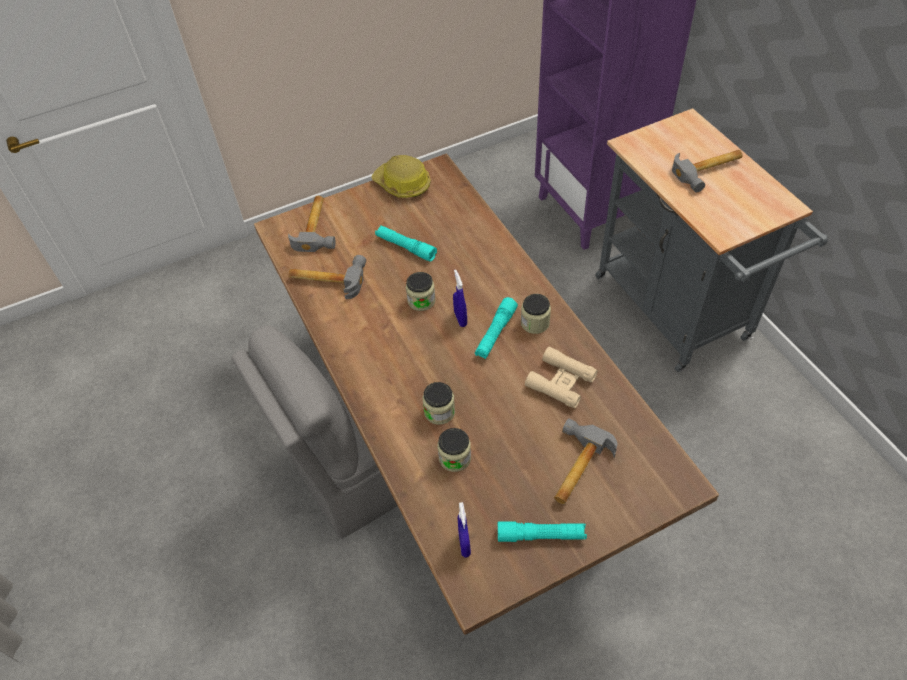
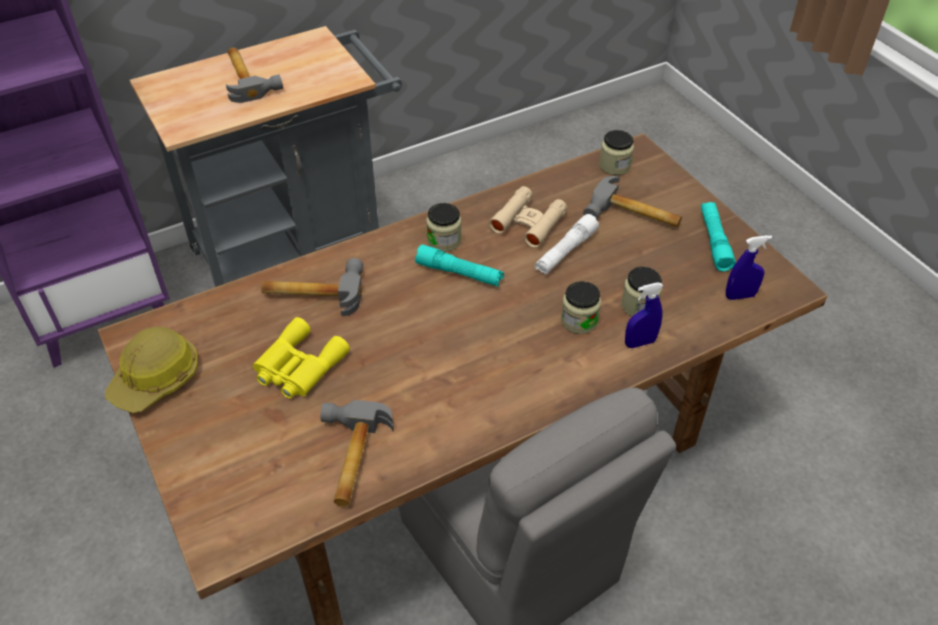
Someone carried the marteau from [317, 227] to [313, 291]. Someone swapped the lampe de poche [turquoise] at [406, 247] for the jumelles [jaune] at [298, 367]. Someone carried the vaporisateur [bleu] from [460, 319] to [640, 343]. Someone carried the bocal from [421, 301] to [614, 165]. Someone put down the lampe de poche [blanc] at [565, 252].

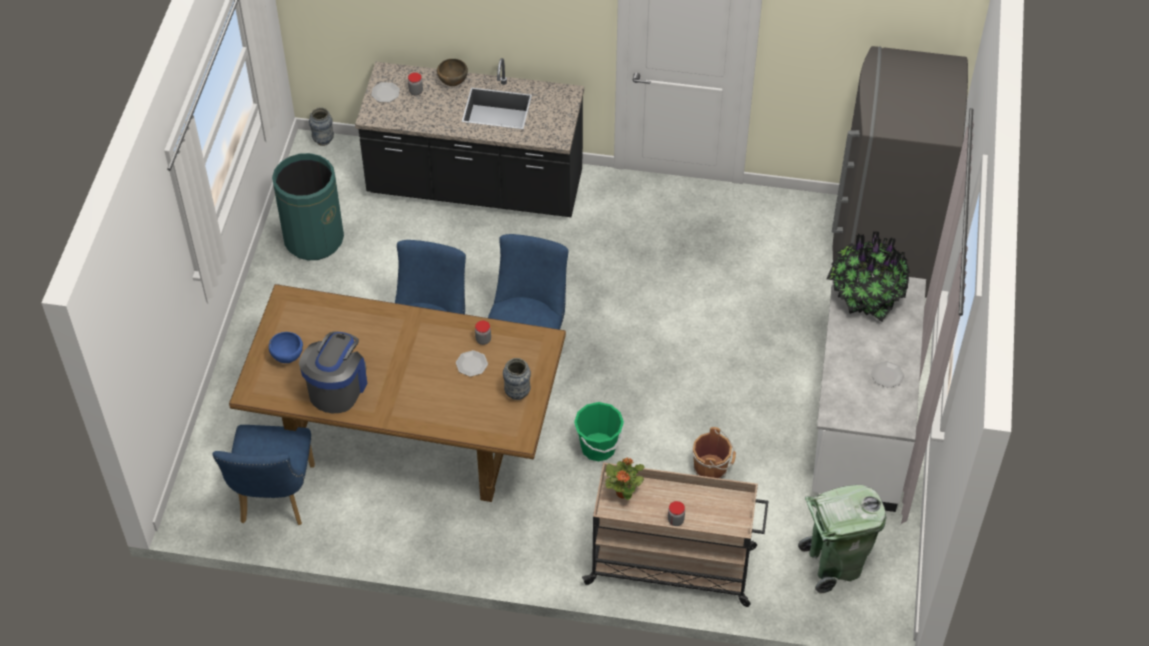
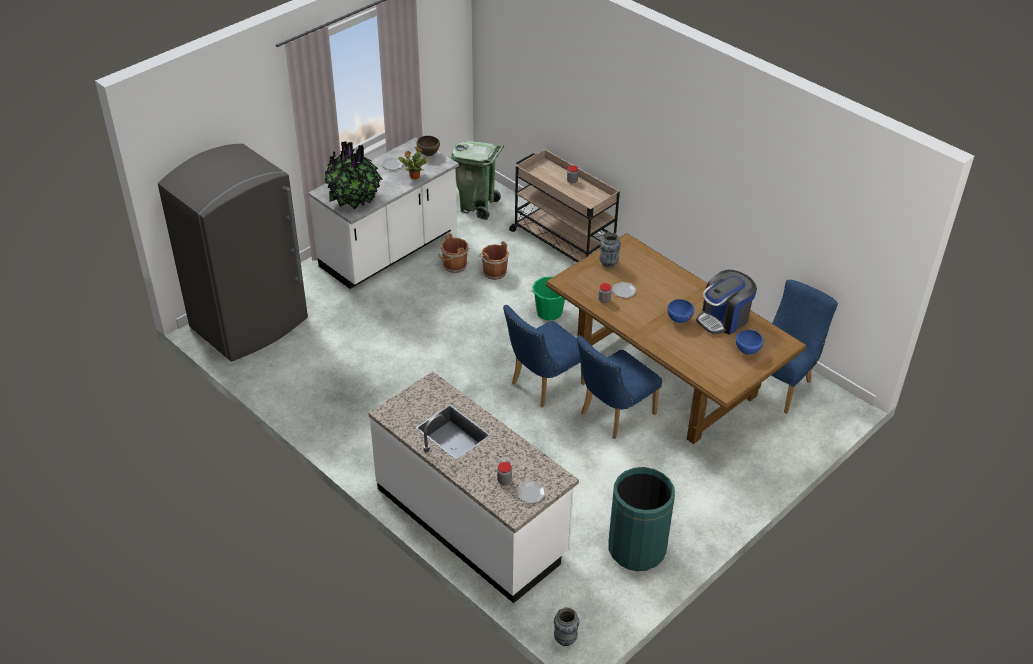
Someone repainted the comptoir de cuisine [noir] at [475, 186], which became the comptoir de cuisine [blanc] at [472, 521]. Someone carried the bol [marron] from [452, 83] to [428, 154]. Someone carried the plante en pot from [623, 492] to [414, 177]. Someone put down the seau [marron] at [454, 266]. Someone put down the bol [bleu] at [679, 320].

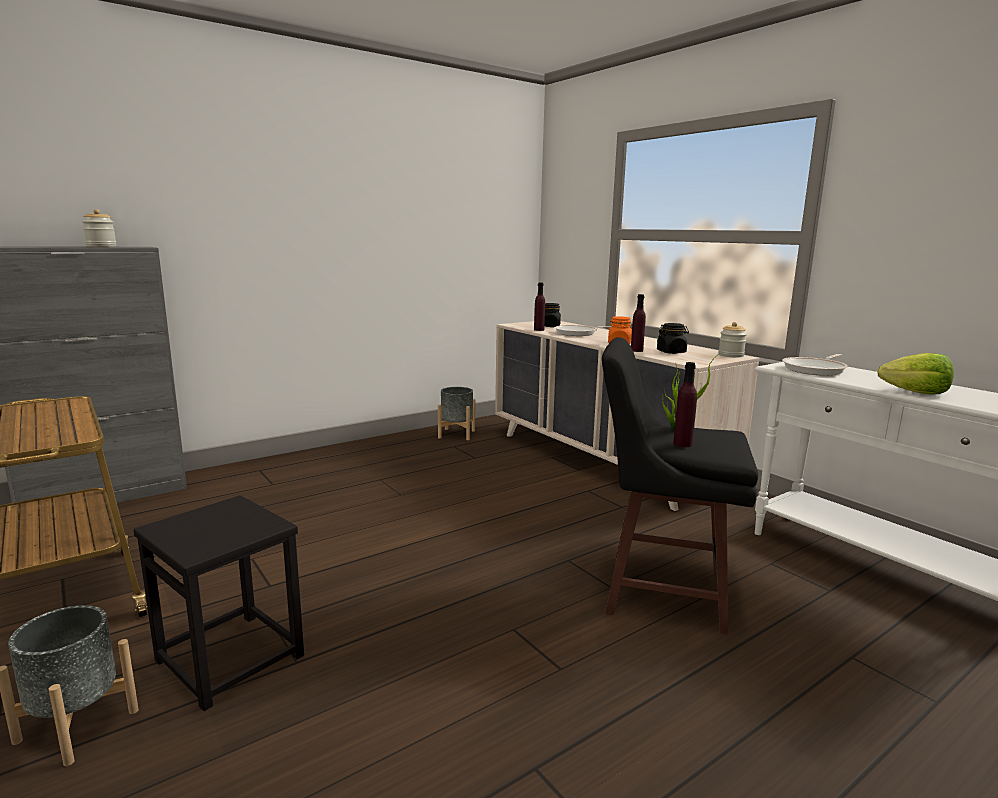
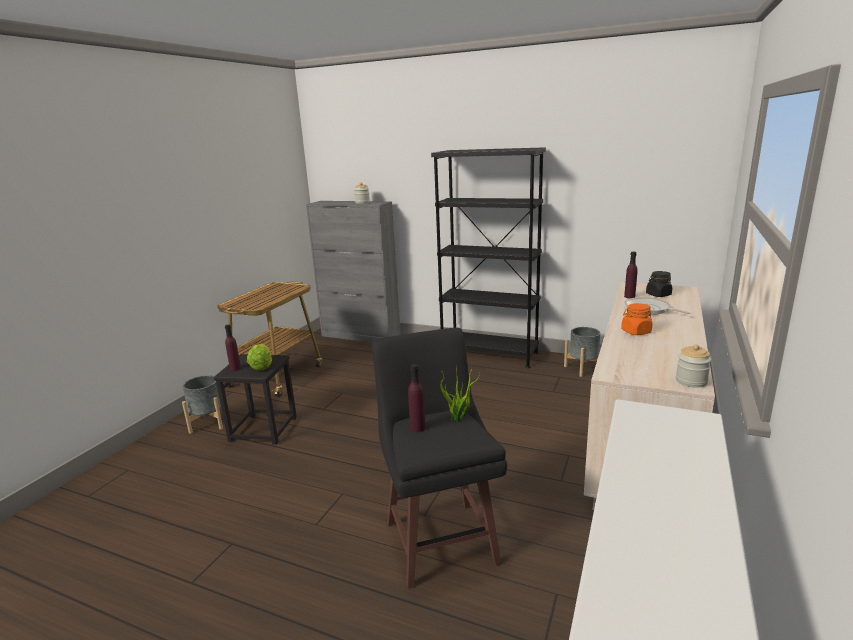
Someone carried the bouteille [violet] from [636, 350] to [235, 368]. Someone took away the bocal [noir] at [671, 352]. Someone carried the laitue from [916, 393] to [262, 366]. Someone took away the poêle at [816, 369]. Someone put down the bibliothèque [noir] at [489, 354].

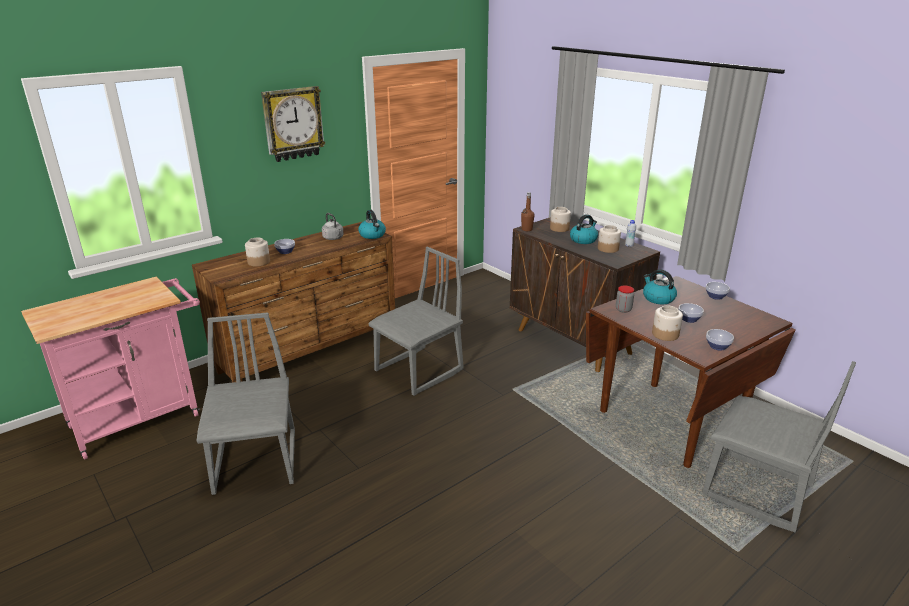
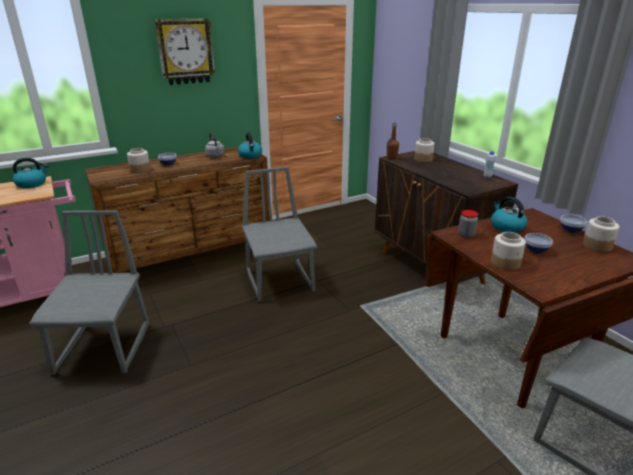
Someone carried the bouilloire from [583, 240] to [32, 184]. Someone carried the bocal from [607, 249] to [596, 246]. Someone rotated the chaise [gris] at [419, 371] by 75 degrees counterclockwise. Someone took away the bol at [718, 347].

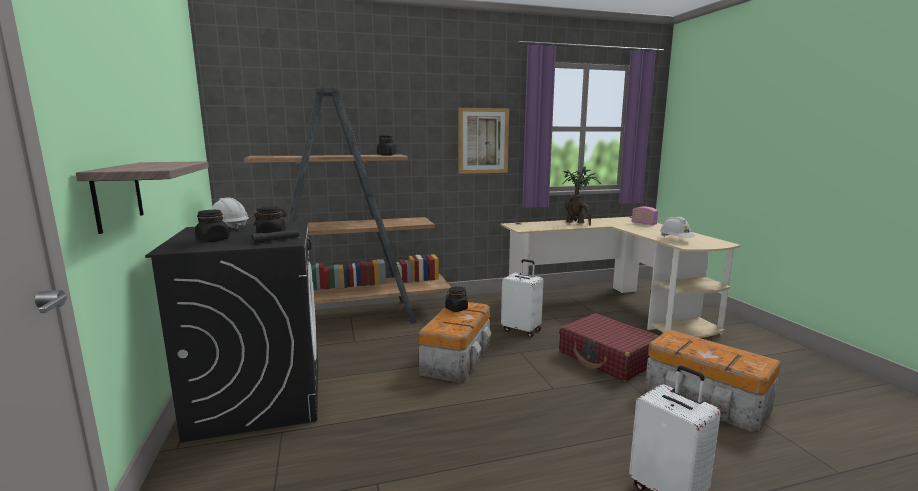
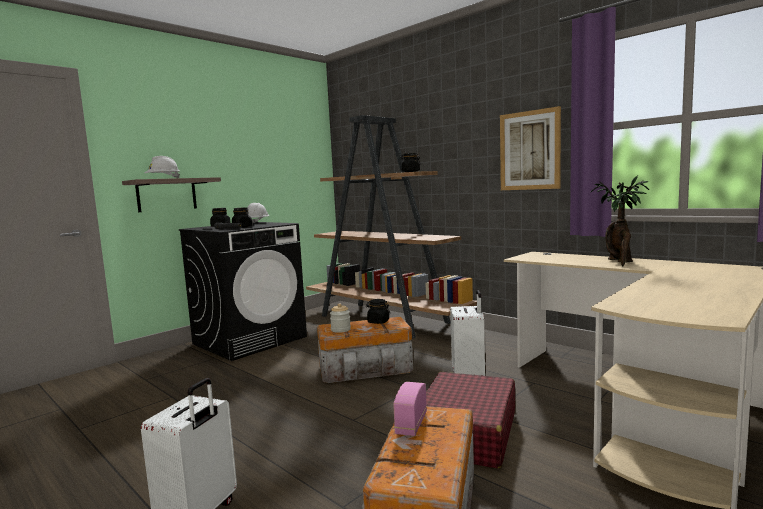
Someone carried the radio from [643, 224] to [411, 424]. Someone carried the casque de chantier [blanc] from [675, 240] to [163, 179]. Someone put down the bocal at [340, 329].

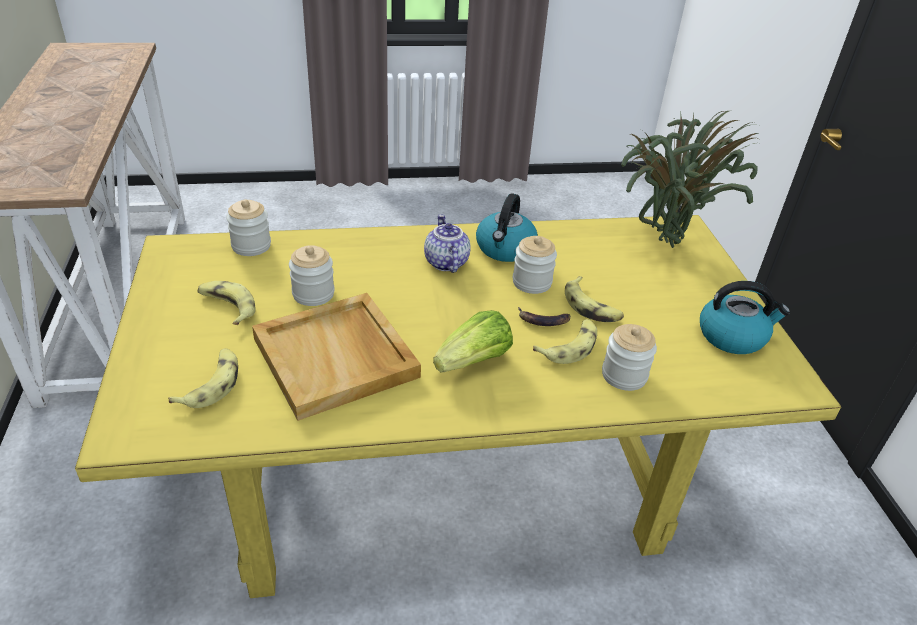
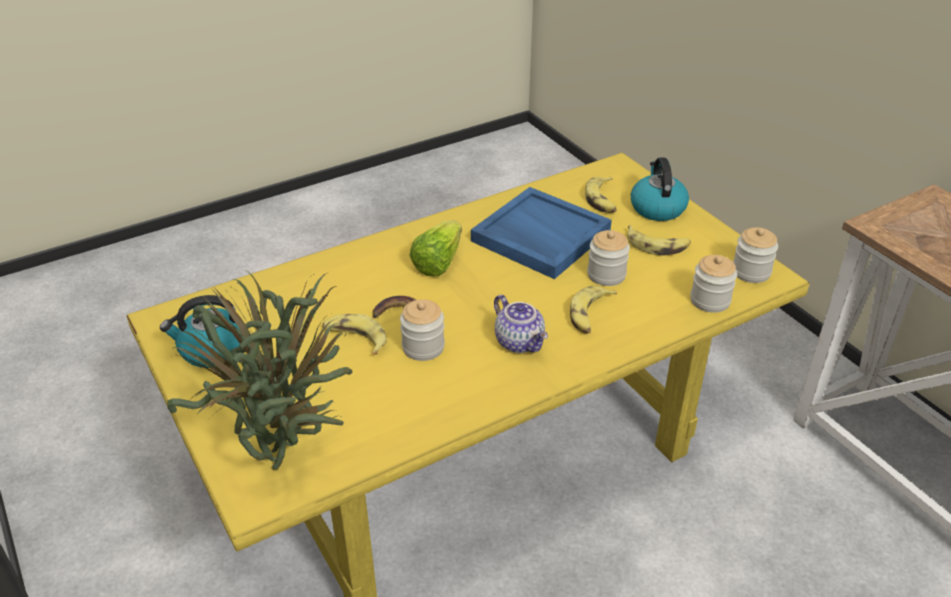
Someone carried the bouilloire from [505, 249] to [657, 208]. Someone repainted the plateau [beige] at [337, 358], which became the plateau [bleu] at [539, 236]. Someone carried the banane from [569, 347] to [590, 315]. Someone carried the bocal from [624, 375] to [751, 272].

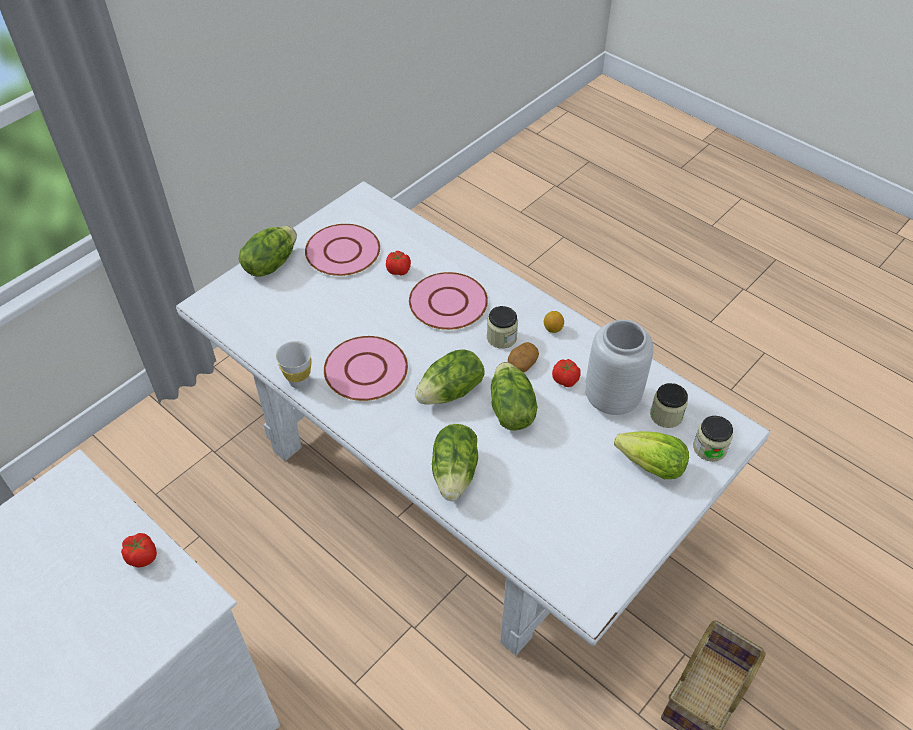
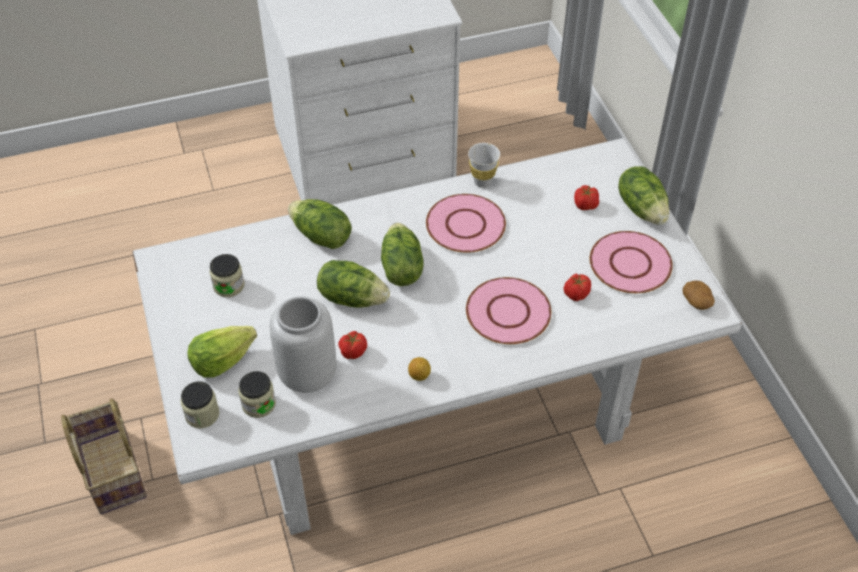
Someone carried the bocal from [501, 337] to [229, 286]. Someone carried the pomme de terre from [522, 363] to [697, 301]. Someone carried the tomate from [142, 556] to [586, 205].

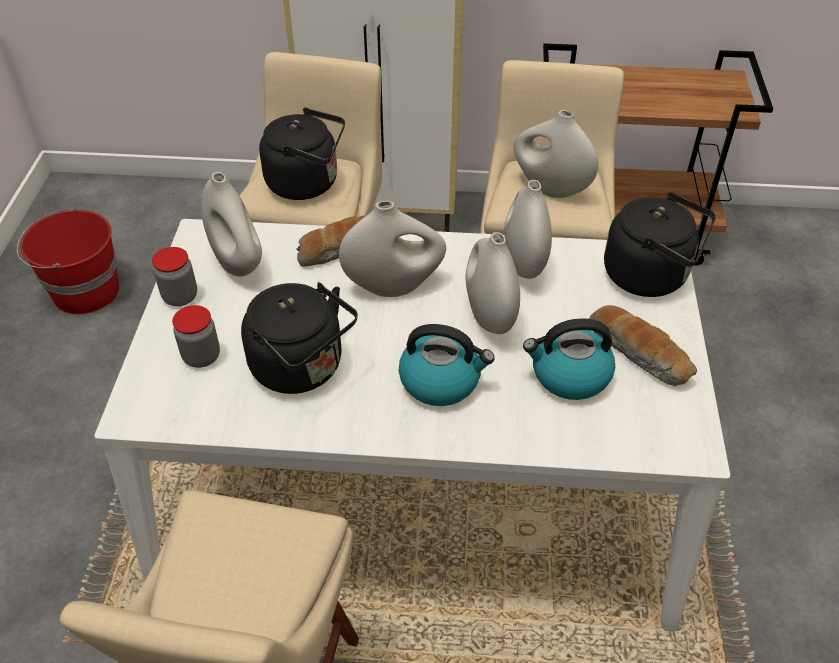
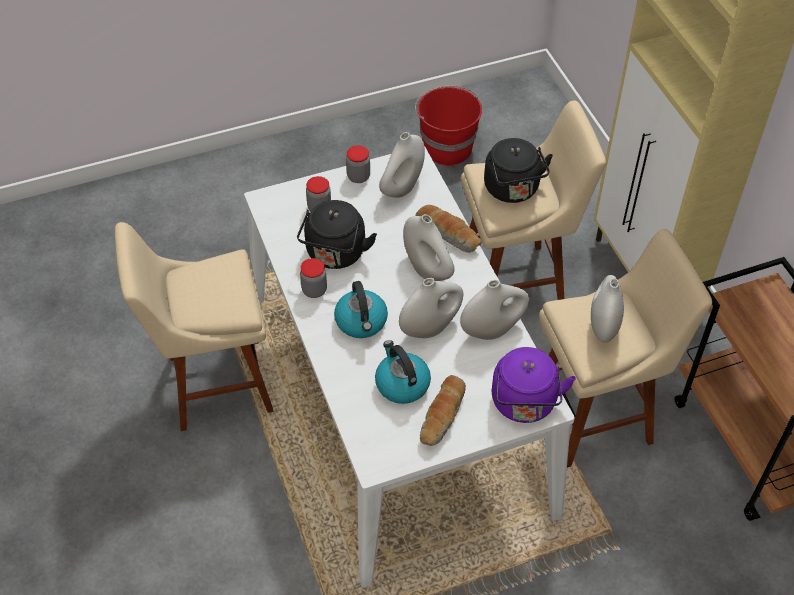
Someone repainted the bouilloire [noir] at [650, 276], which became the bouilloire [violet] at [524, 405]. Someone put down the bocal at [314, 290].

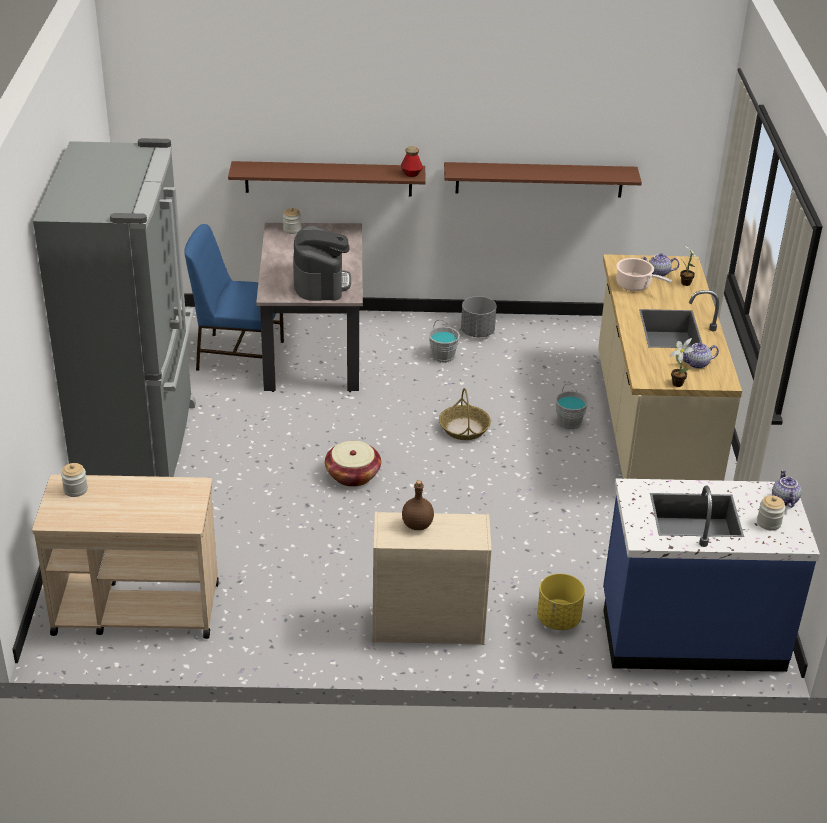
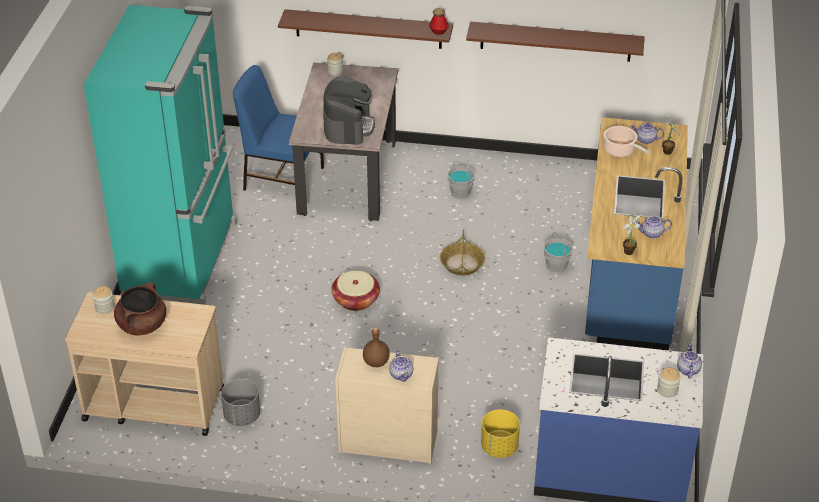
Someone repainted the réfrigérateur [gris] at [140, 446], which became the réfrigérateur [turquoise] at [183, 258]. Someone repainted the comptoir de cuisine [beige] at [650, 428], which became the comptoir de cuisine [bleu] at [628, 276]. Someone carried the cache-pot [gris] from [477, 332] to [242, 416]. Someone put down the marmite [marron] at [142, 325]. Someone put down the théière at [401, 375].

